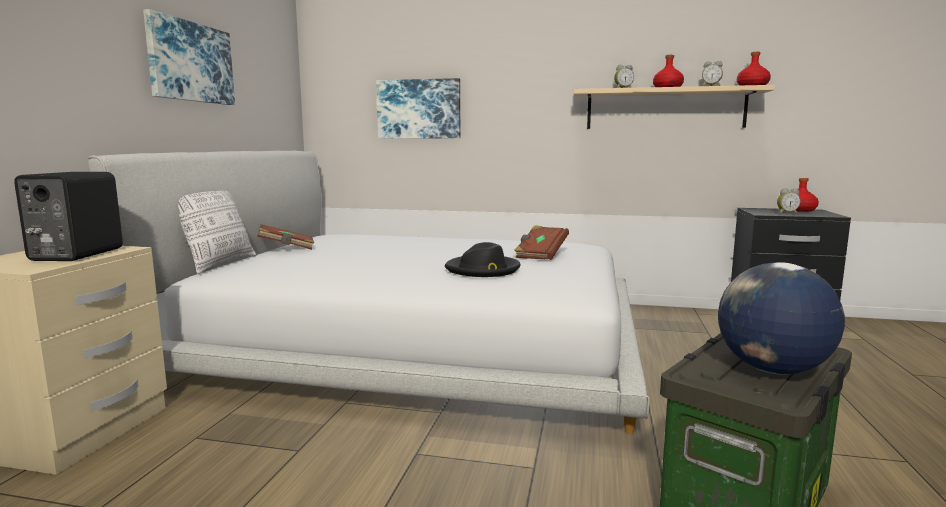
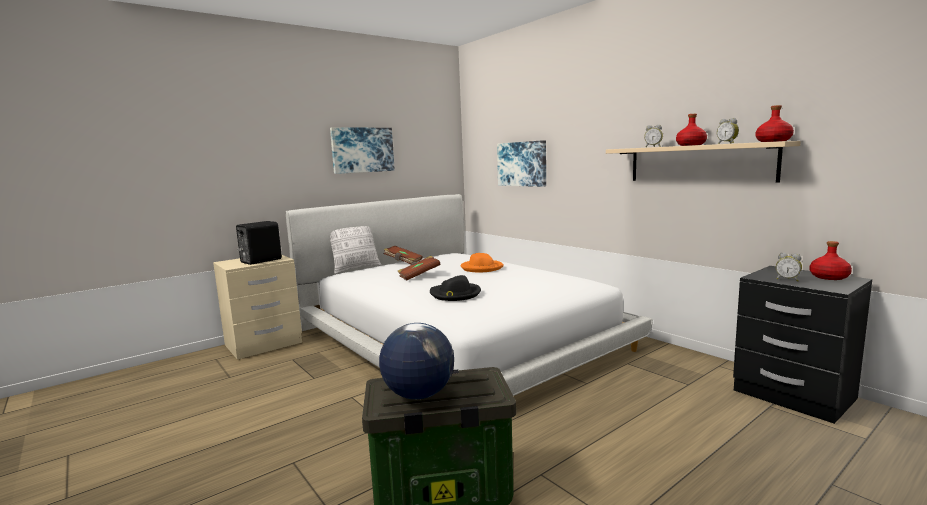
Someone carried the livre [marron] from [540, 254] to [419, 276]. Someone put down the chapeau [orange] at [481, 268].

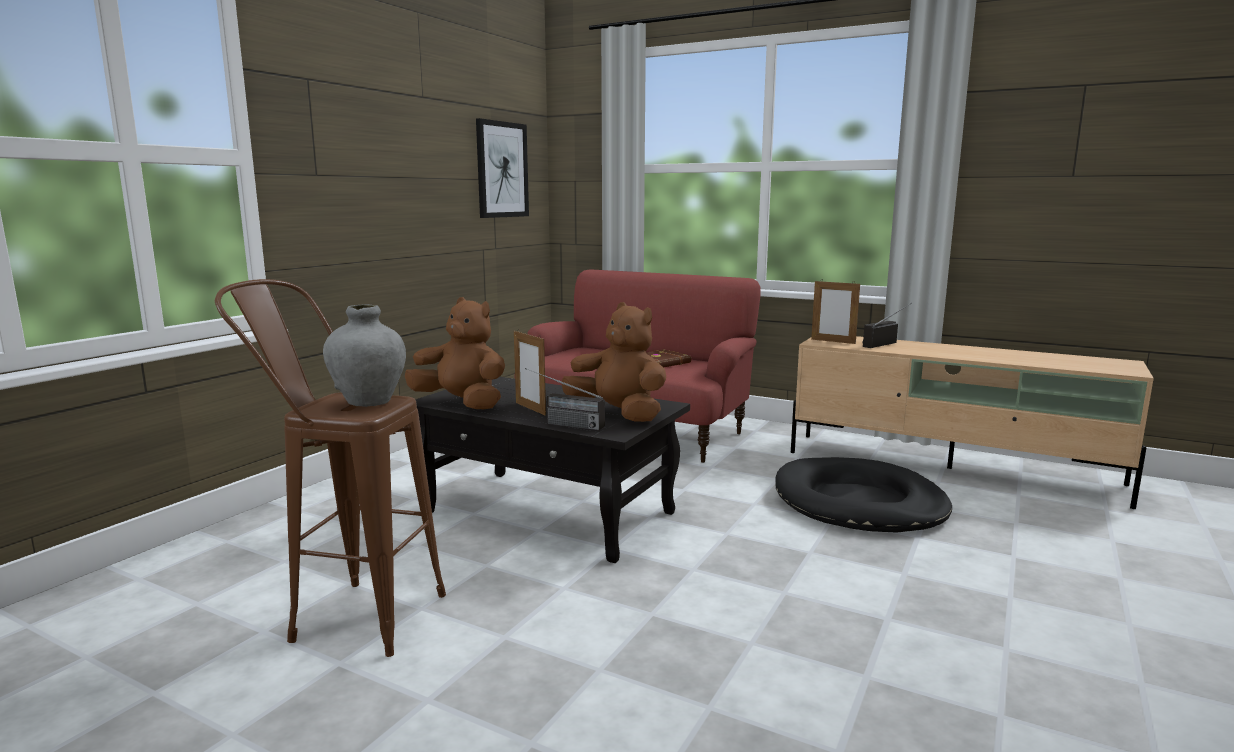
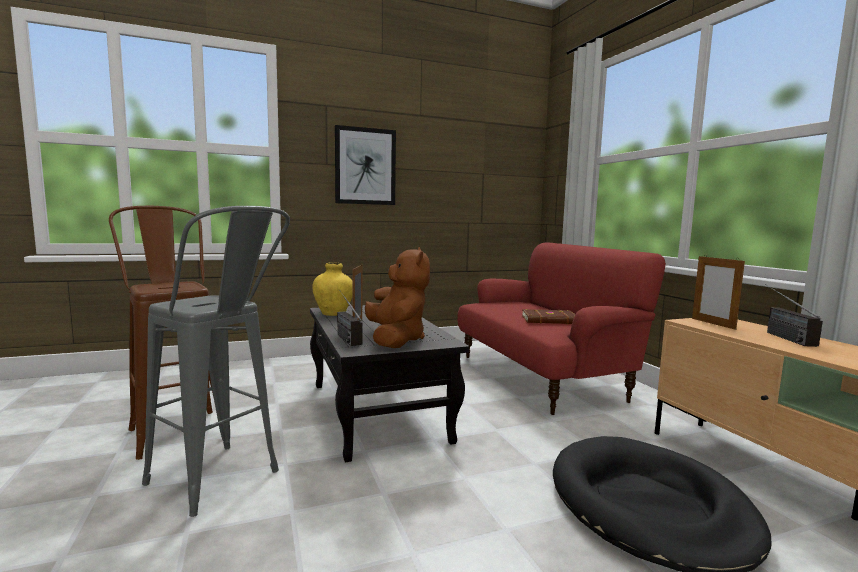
Someone carried the tableau from [502, 170] to [365, 166]. Someone swapped the peluche [marron] at [462, 404] for the vase [jaune] at [333, 314]. Someone rotated the radio at [885, 343] by 90 degrees counterclockwise. Someone took away the vase [gris] at [369, 402]. Someone put down the tabouret [gris] at [224, 484].

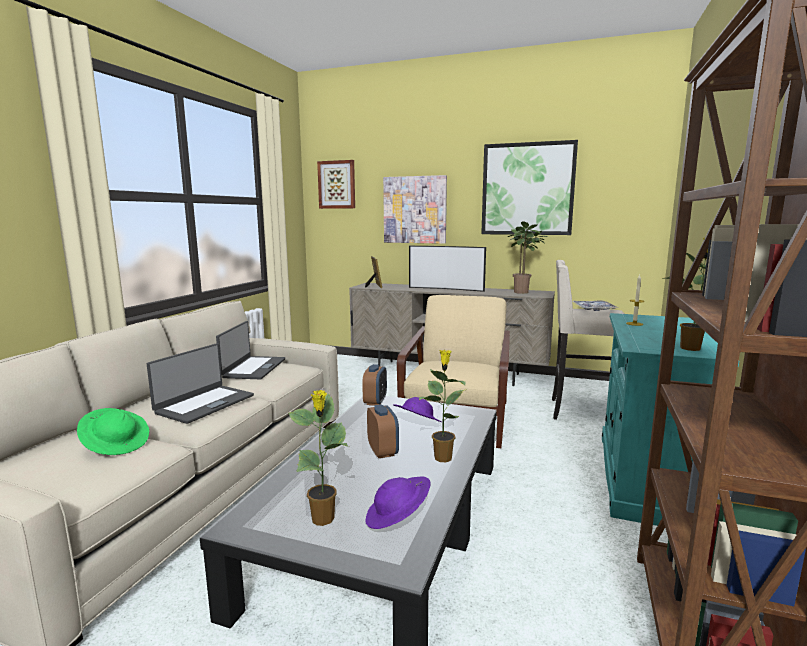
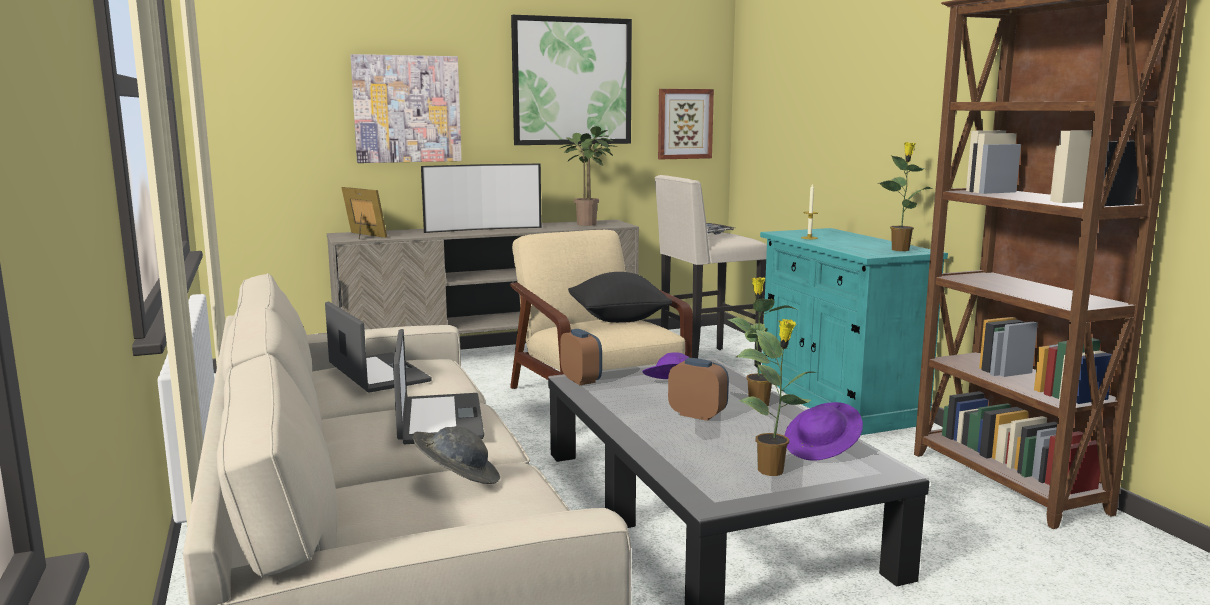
Someone carried the tableau from [337, 184] to [684, 124]. Someone repainted the chapeau [vert] at [116, 444], which became the chapeau [gris] at [457, 479]. Someone put down the coussin [noir] at [618, 319].

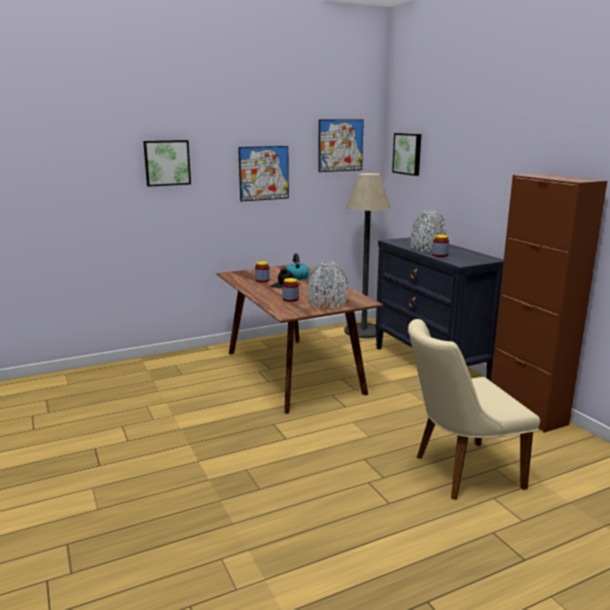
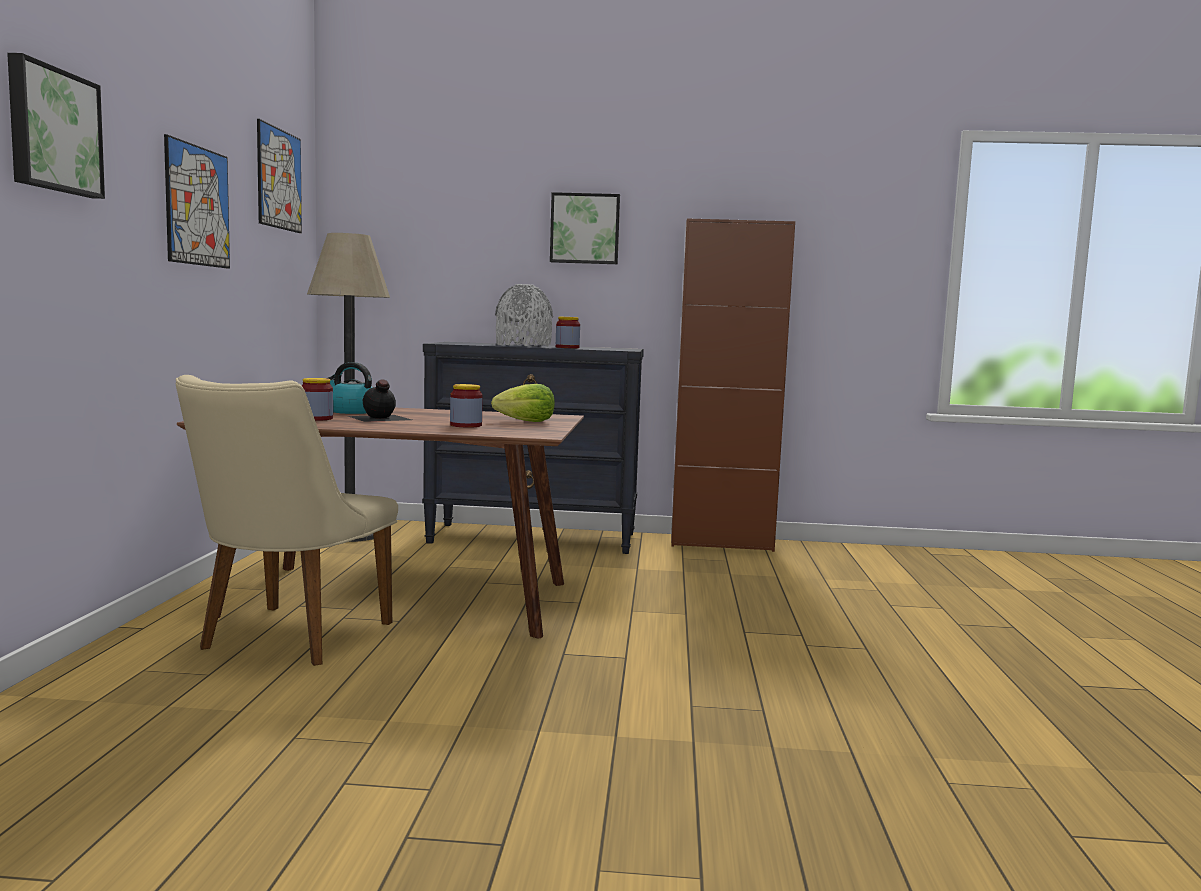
Someone carried the tableau from [408, 154] to [585, 229]. Someone swapped the vase [gris] at [327, 303] for the laitue at [526, 422]. Someone carried the chaise [beige] from [458, 472] to [285, 640].

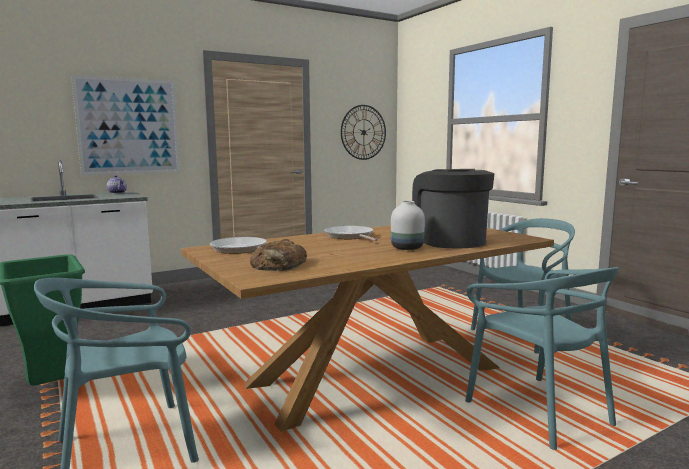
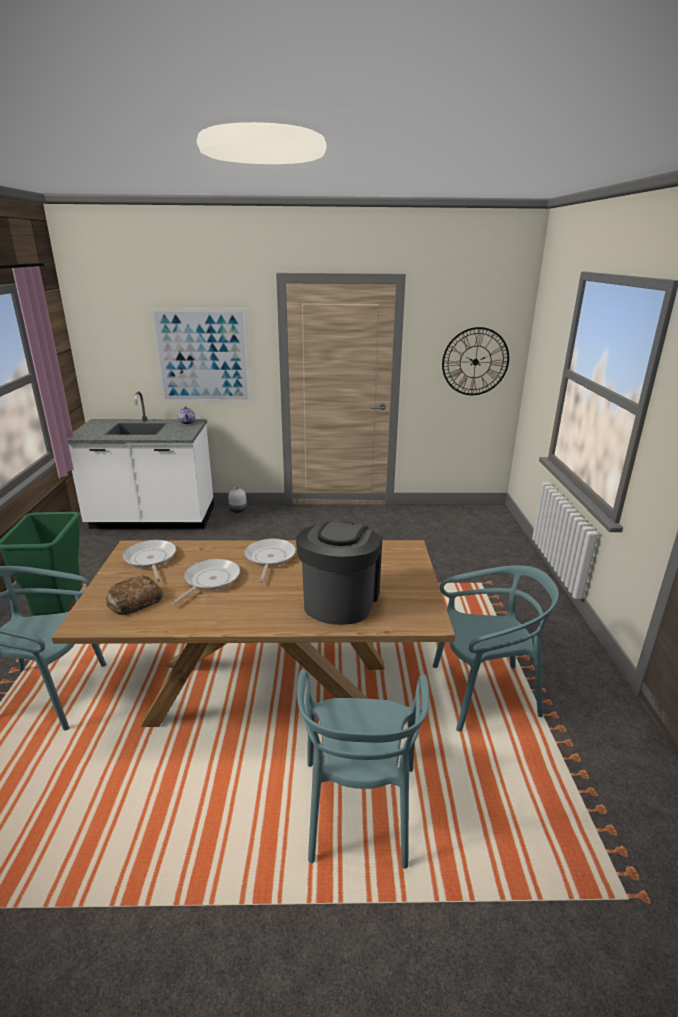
Someone carried the vase [blanc] from [406, 248] to [238, 510]. Someone put down the poêle at [210, 580].

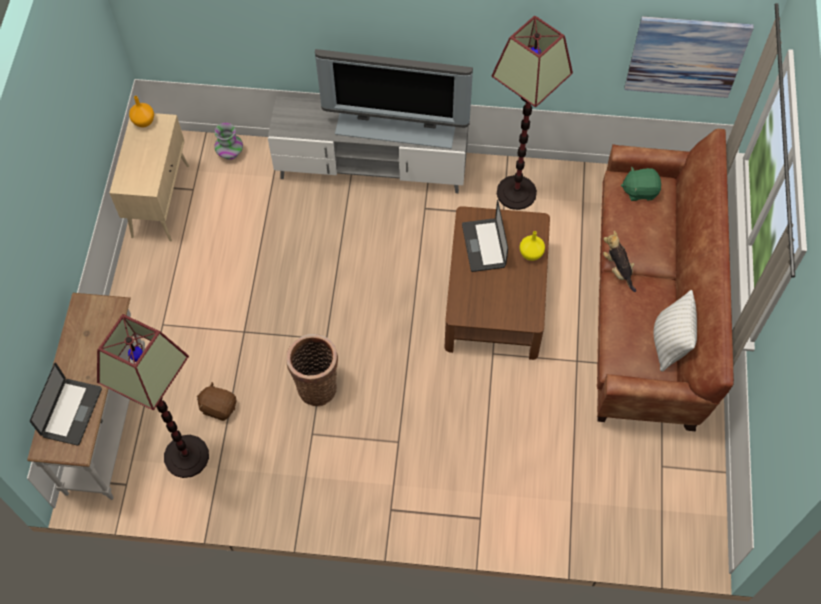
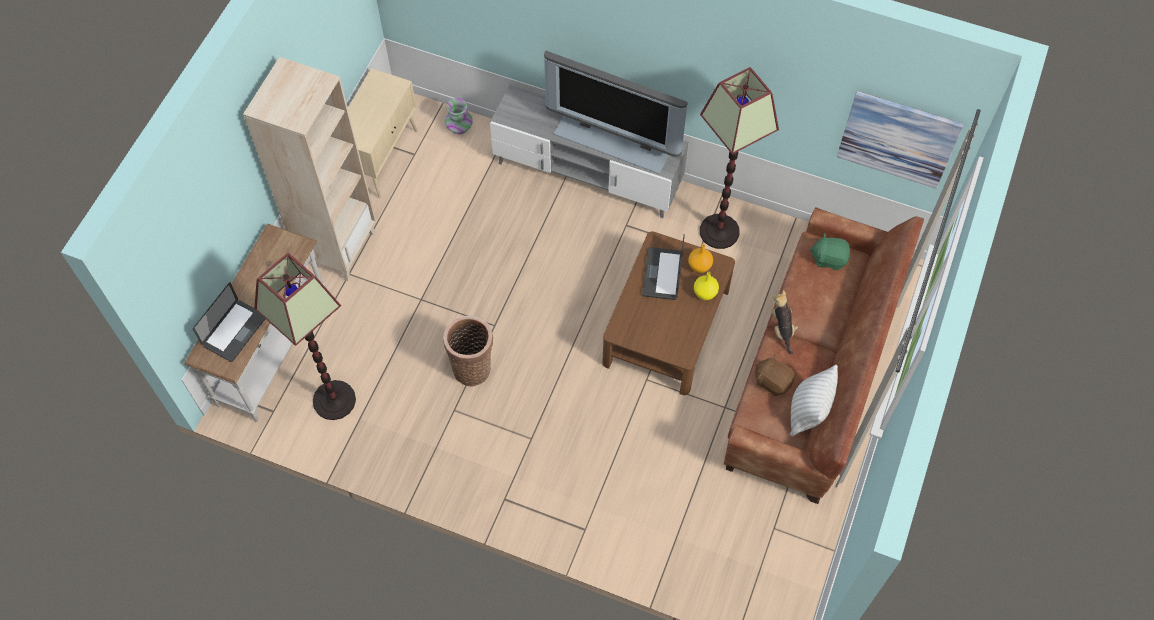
Someone carried the vase [orange] from [144, 122] to [699, 266]. Someone carried the peluche [marron] from [219, 407] to [772, 381]. Someone put down the bibliothèque [beige] at [338, 247].

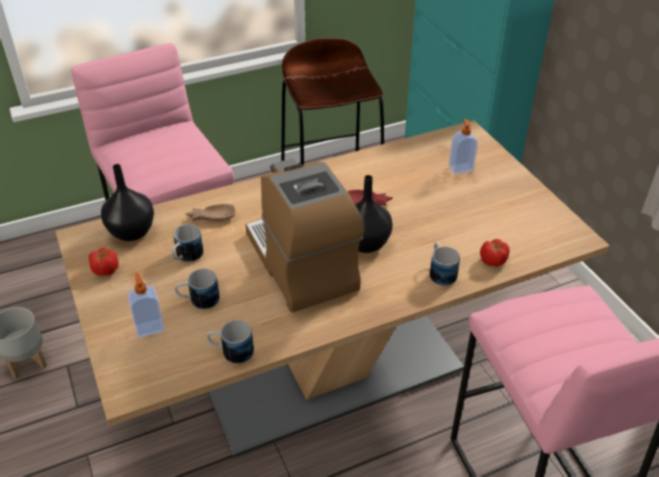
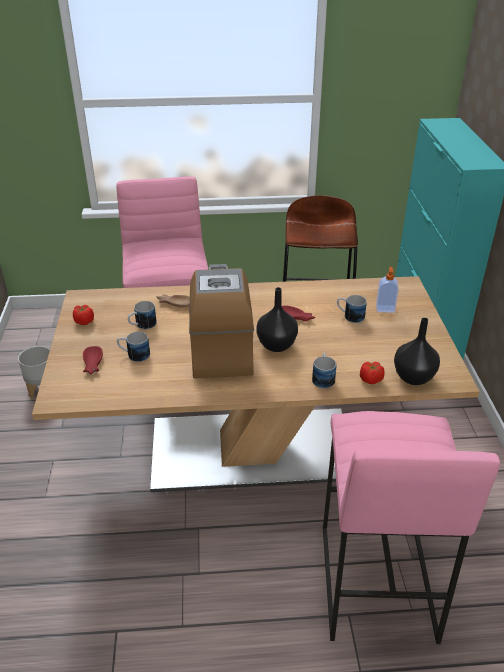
Someone carried the vase [noir] from [130, 232] to [412, 377]. Someone swapped the distributeur de savon at [149, 327] for the bol [rouge] at [92, 364]. Someone carried the mug from [231, 352] to [350, 316].

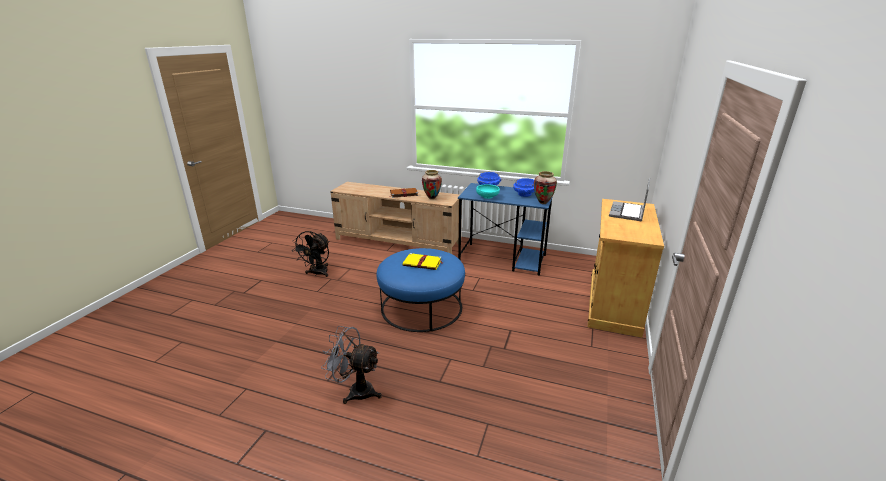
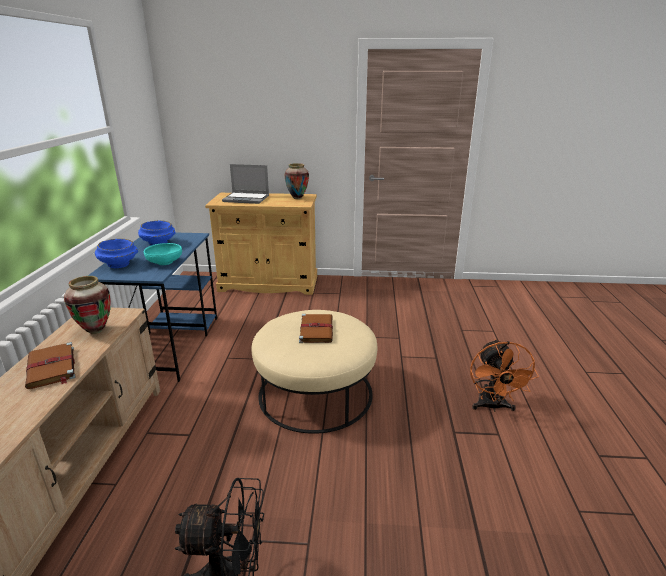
Someone carried the vase from [543, 203] to [297, 198]. Someone repainted the pouf [bleu] at [422, 307], which became the pouf [beige] at [315, 393]. Someone repainted the livre [jaune] at [423, 263], which became the livre [marron] at [316, 329]. Someone repainted the ventilateur [gris] at [355, 391], which became the ventilateur [orange] at [492, 407].

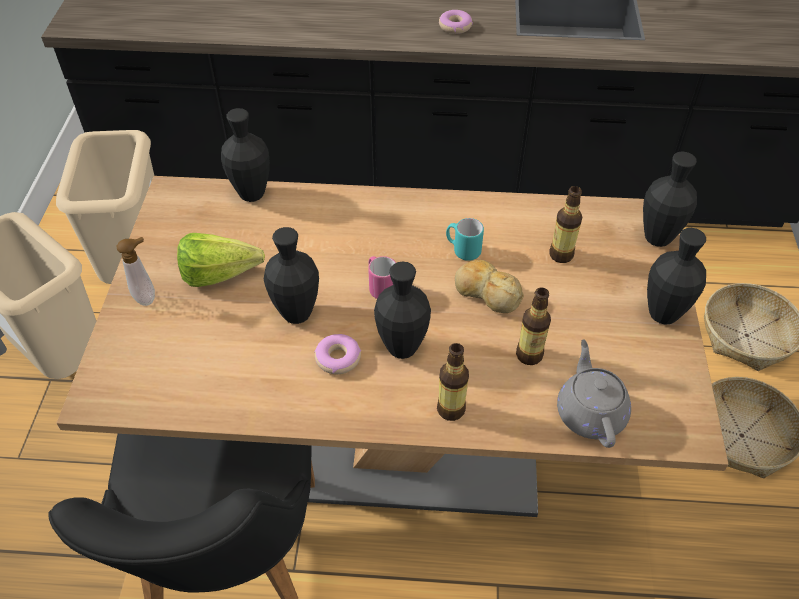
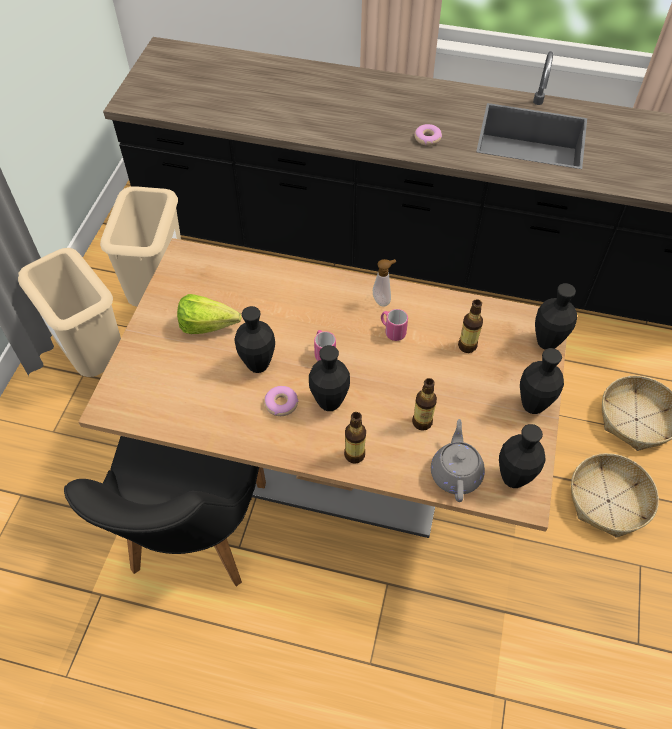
Someone carried the vase [noir] from [252, 194] to [513, 478]. Someone repainted the mug [turquoise] at [462, 250], which became the mug [rose] at [392, 331]. Someone carried the distributeur de savon from [147, 297] to [383, 300]. Someone took away the pain at [487, 292].

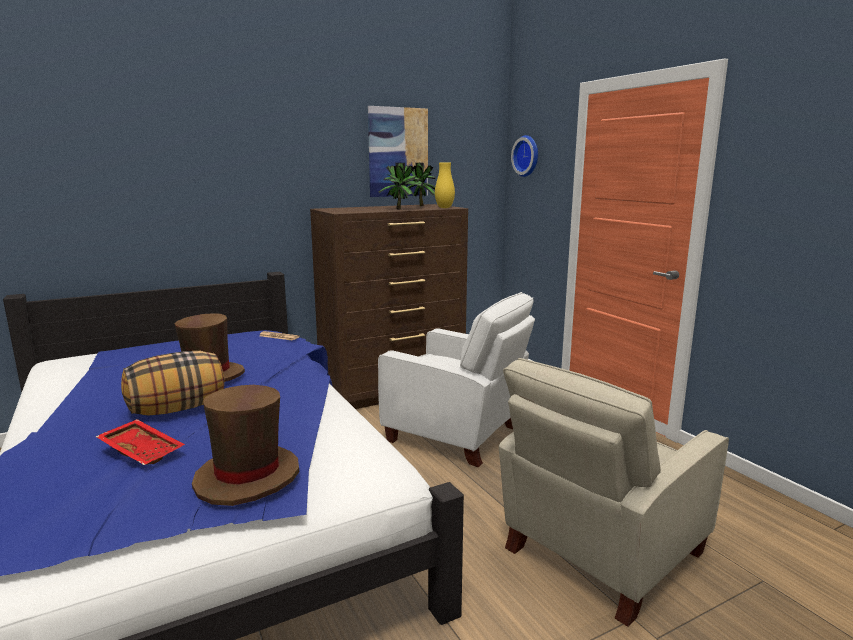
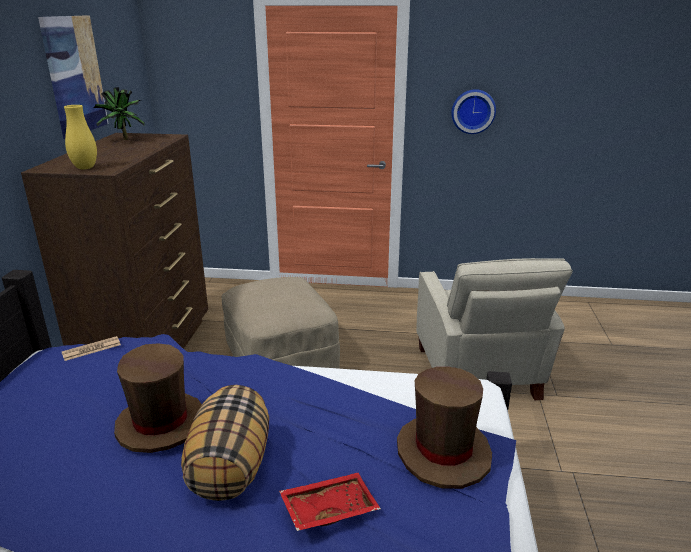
Someone carried the horloge murale from [527, 156] to [473, 111]. Someone took away the plante en pot at [401, 209]. Someone carried the vase [jaune] from [444, 207] to [85, 168]. Someone swapped the fauteuil [blanc] at [458, 435] for the pouf [beige] at [281, 358].

